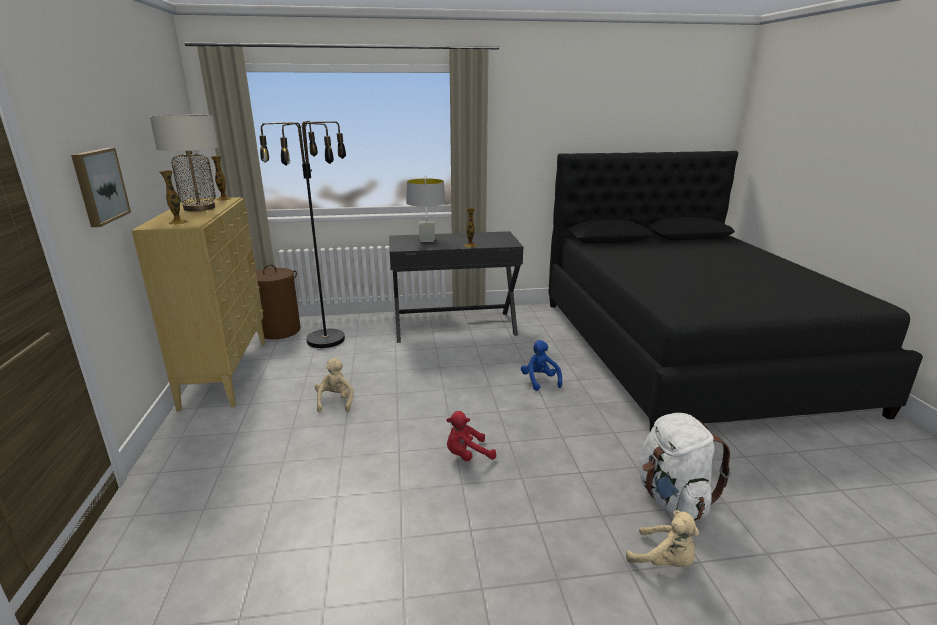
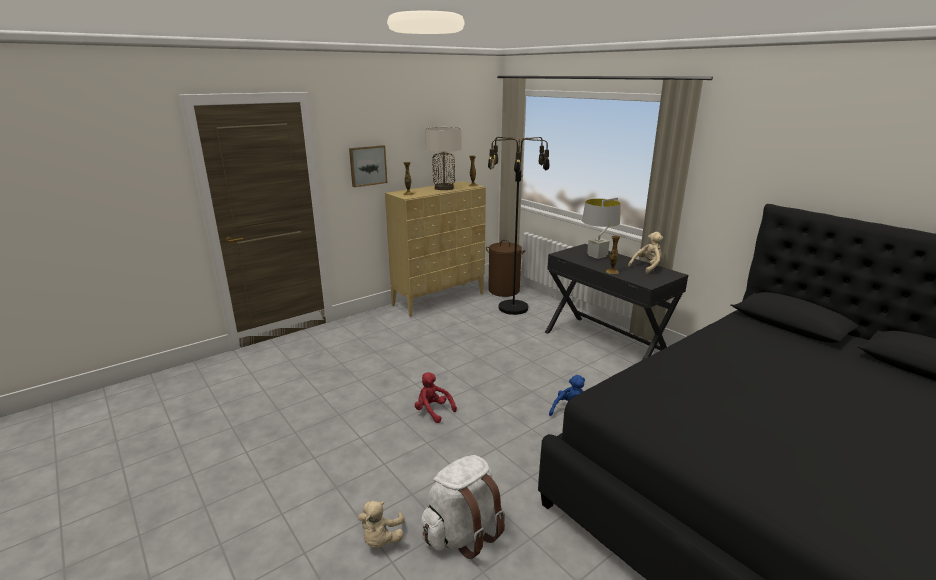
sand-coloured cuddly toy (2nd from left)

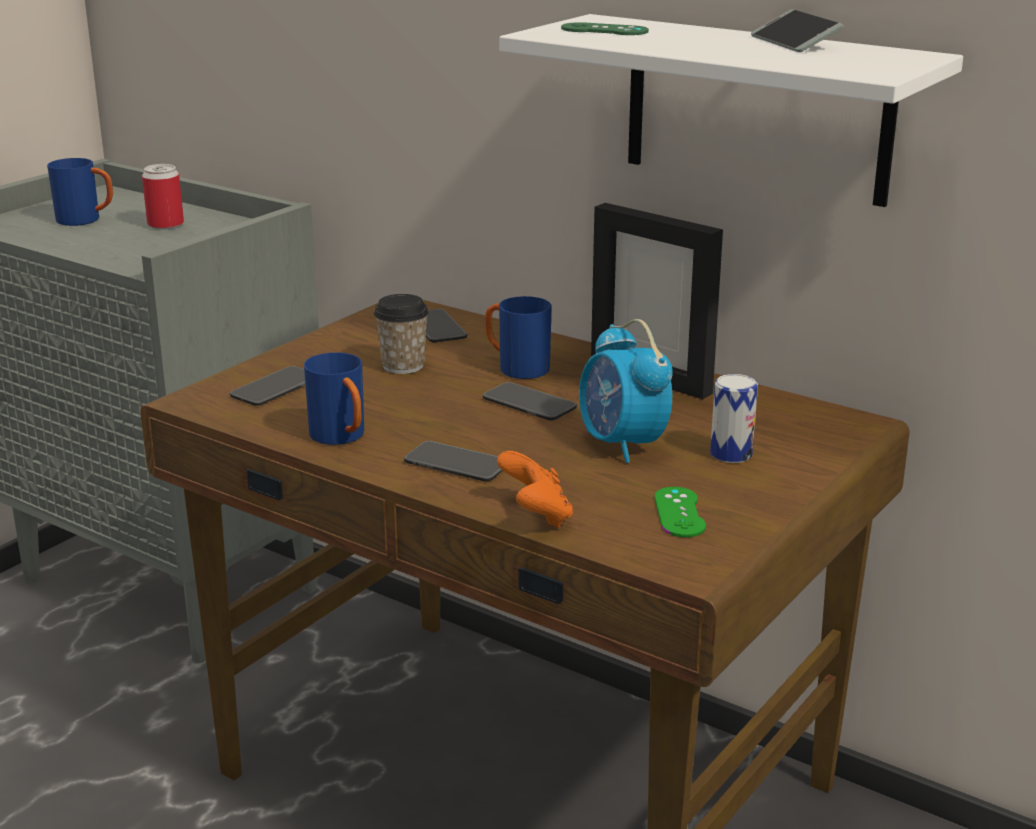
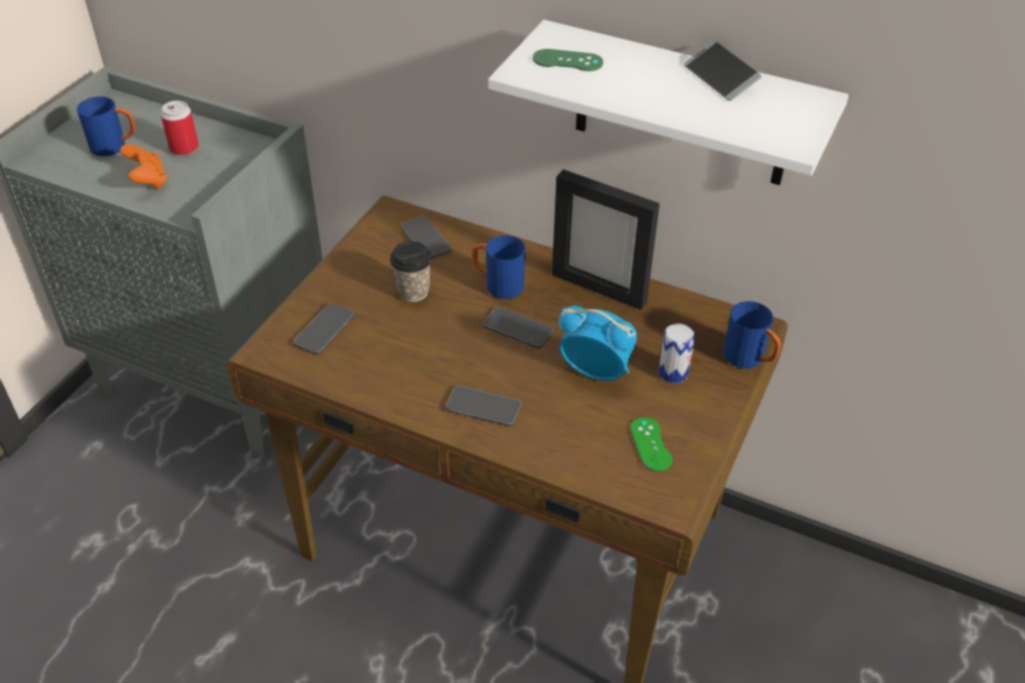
blue-coloured mug (3rd from left)
orangey joypad
table clock

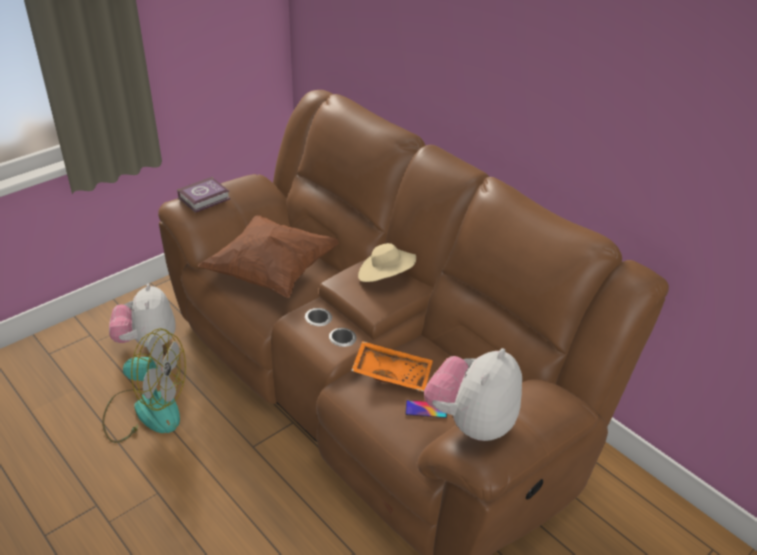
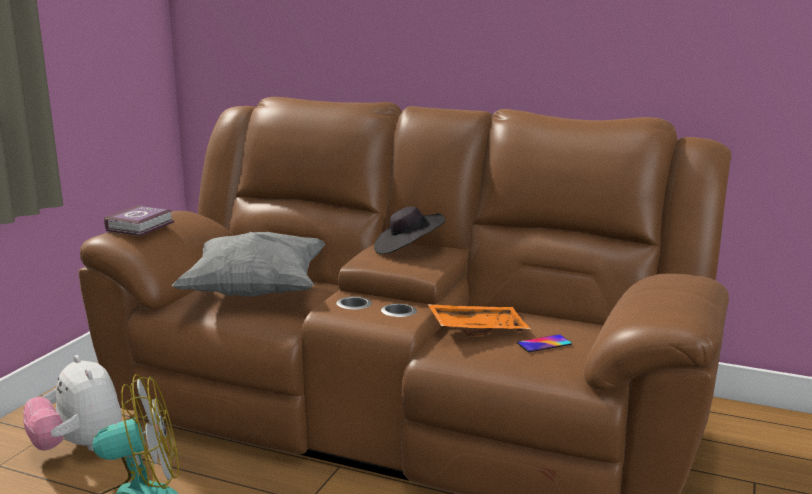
cuddly toy (2nd from left in the first image)
greyish cushion
black-coloured clothing hat

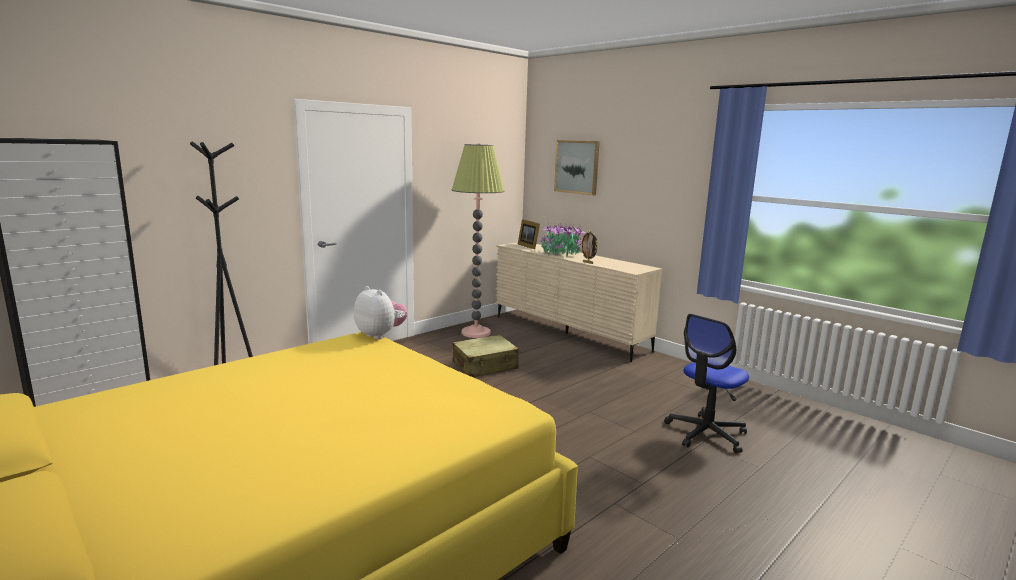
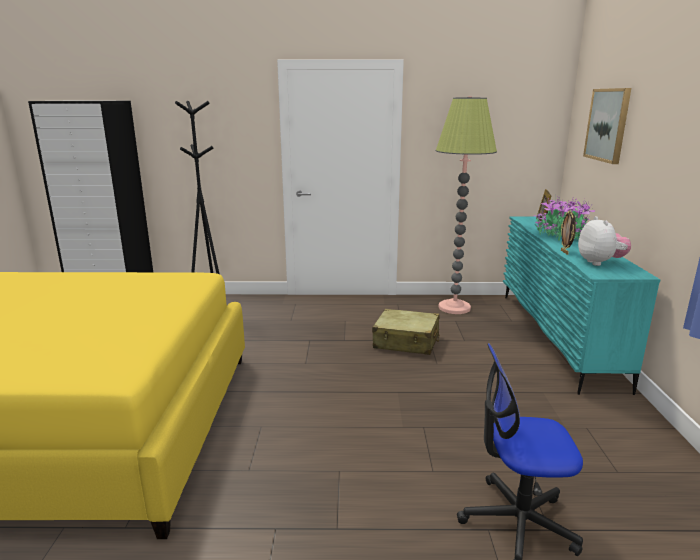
cuddly toy
turquoise drawer chest

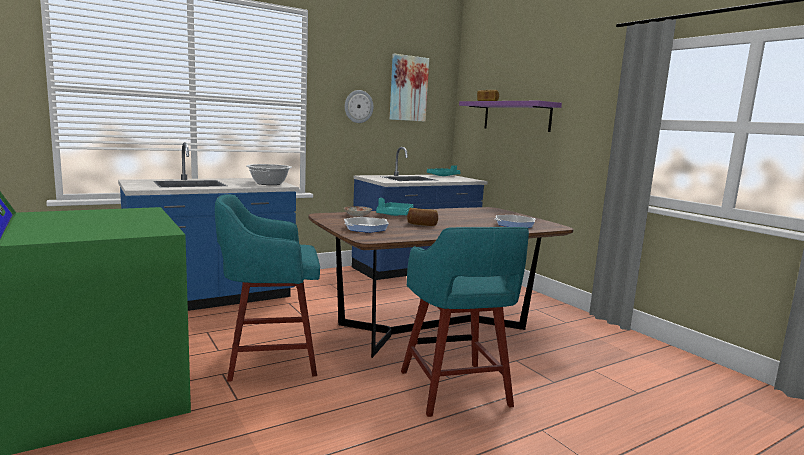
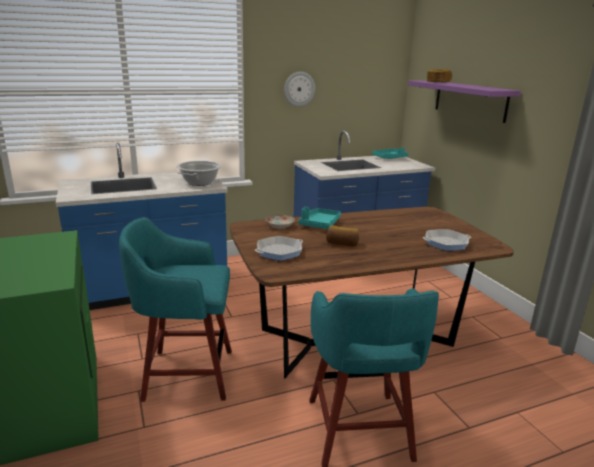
wall art

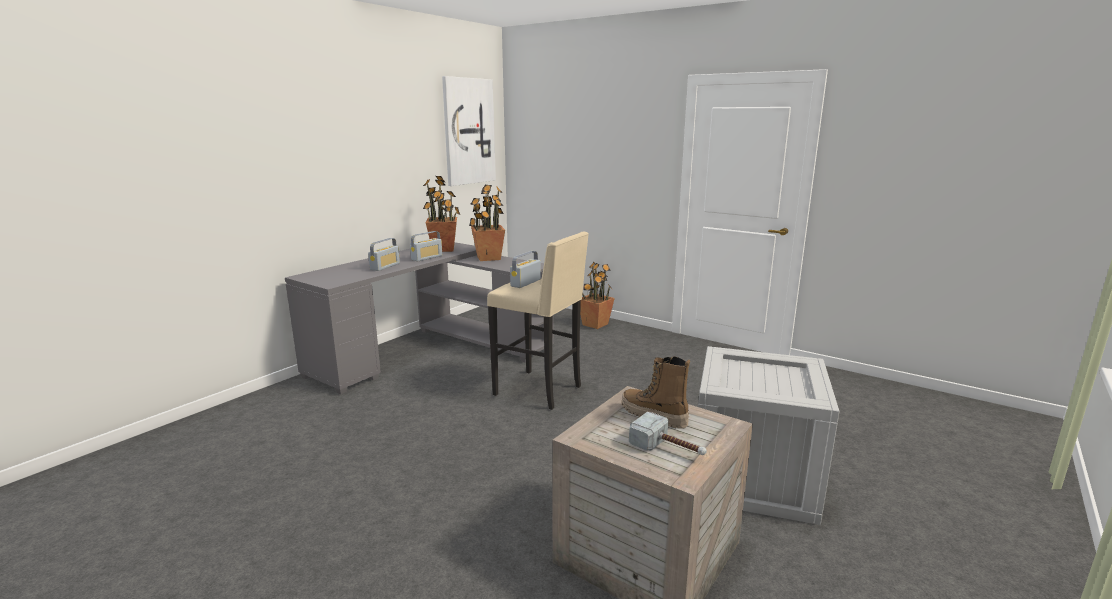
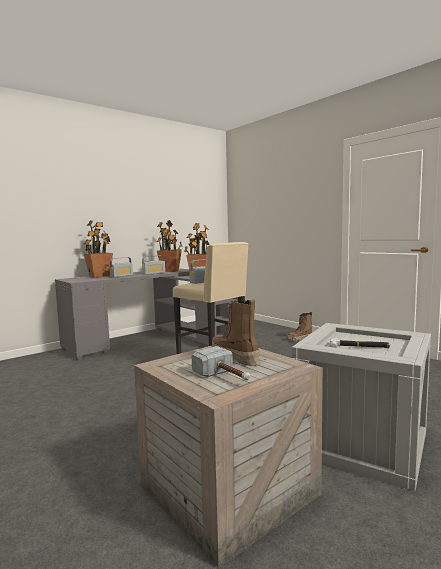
wall art
tall boot (2nd from left)
hand hammer (2nd from left)
houseplant (1st from left)

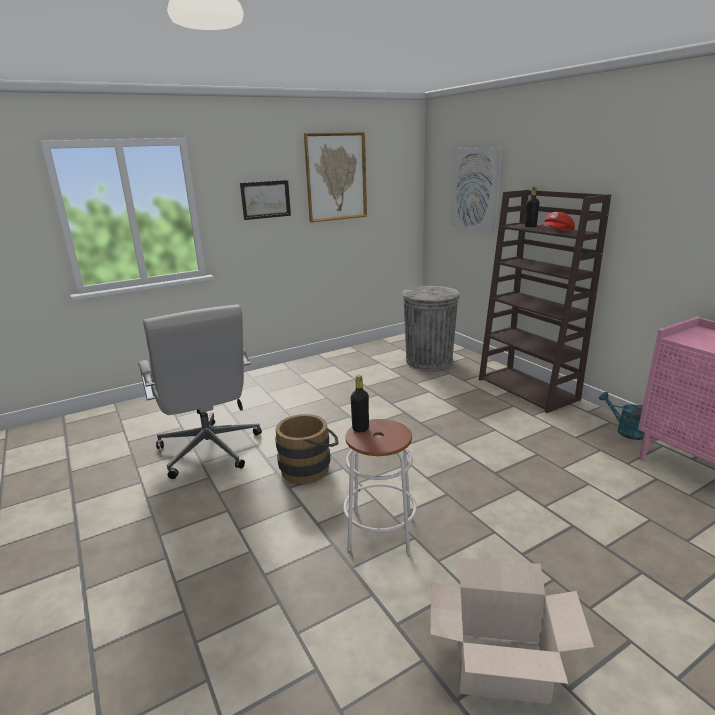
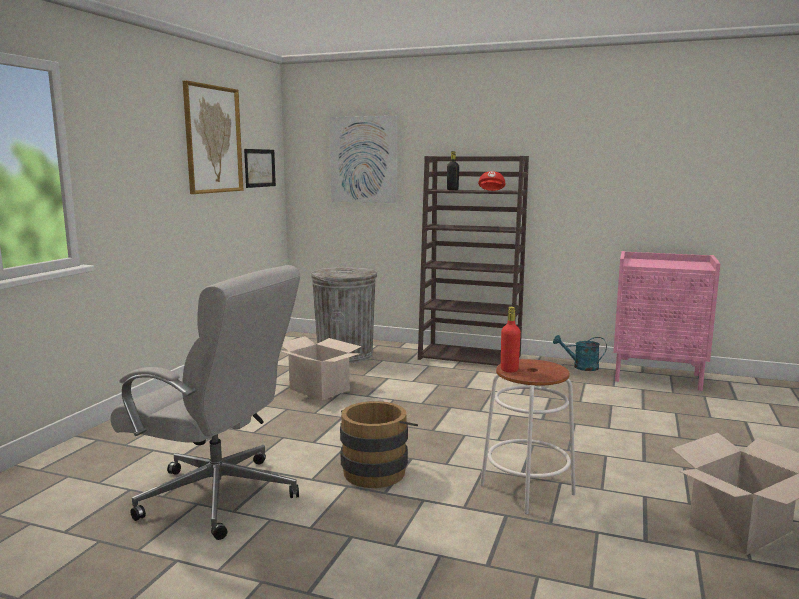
packing box (1st from left)
wall art (2nd from left)
red-coloured beverage bottle

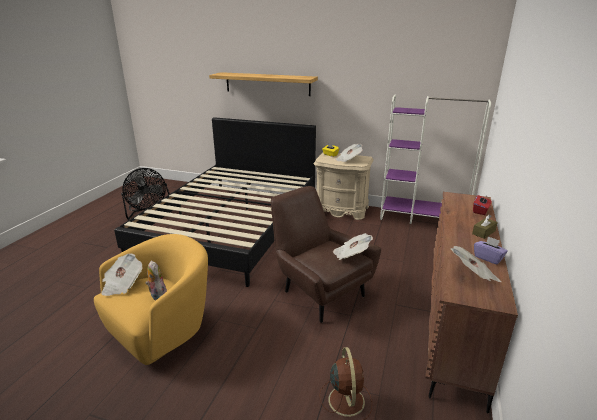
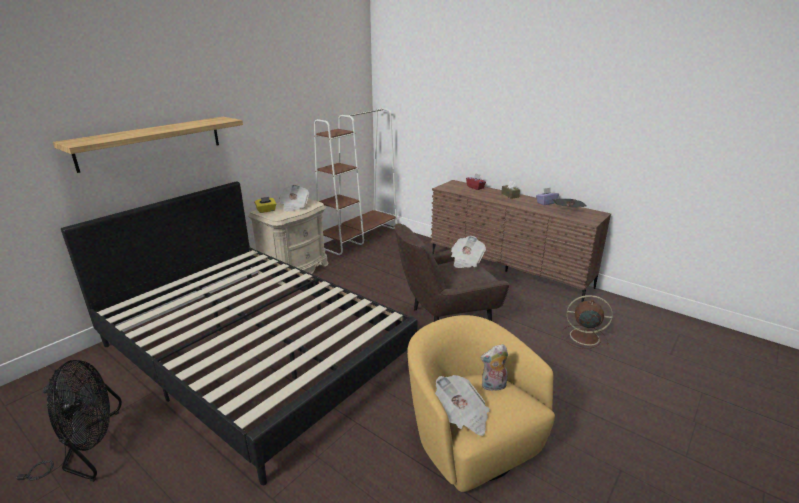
brown-coloured garment stand

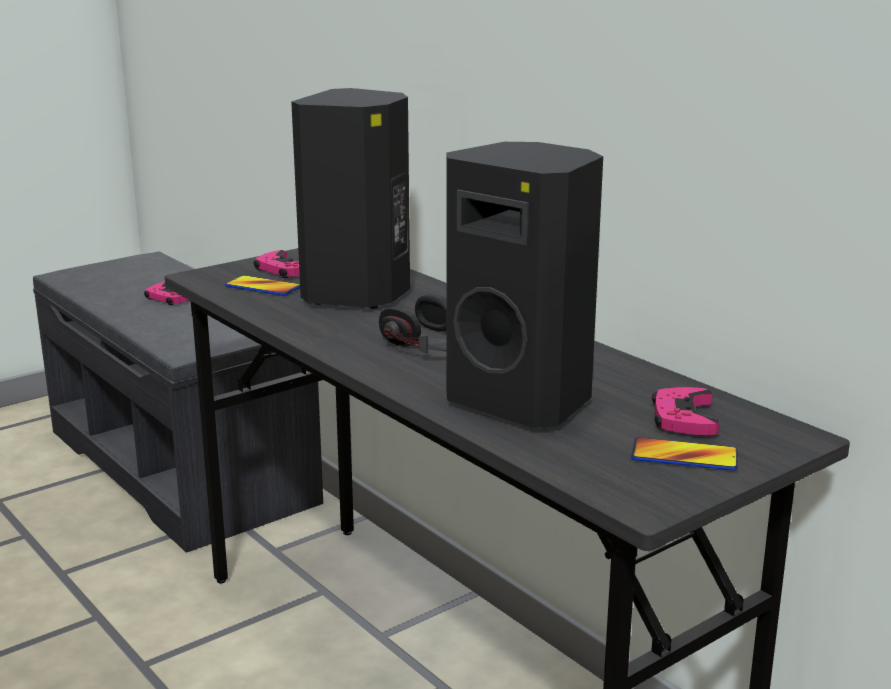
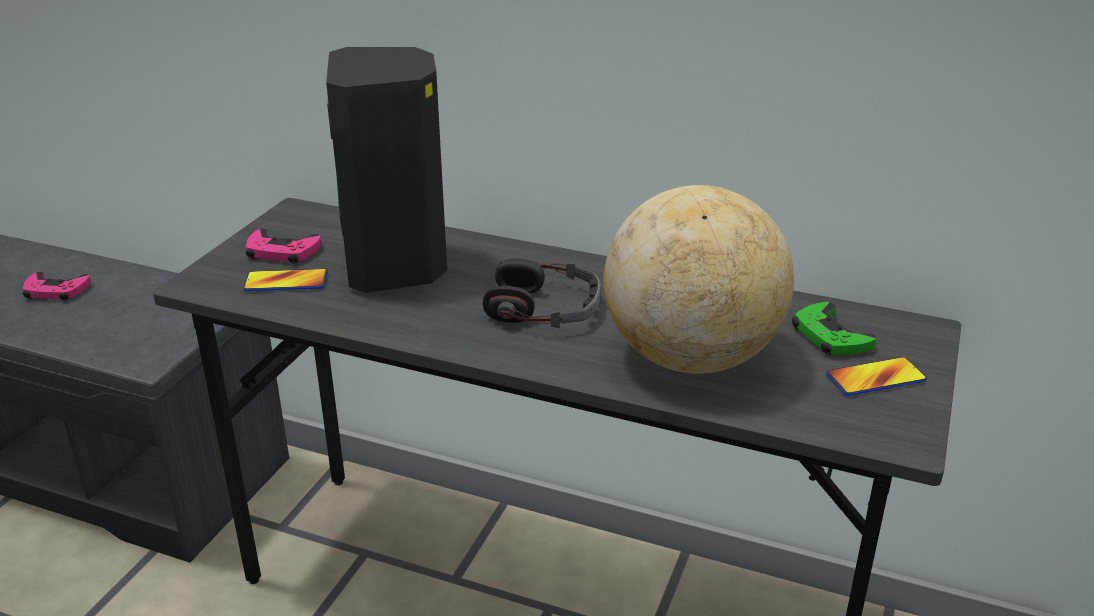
world globe
green-coloured joypad

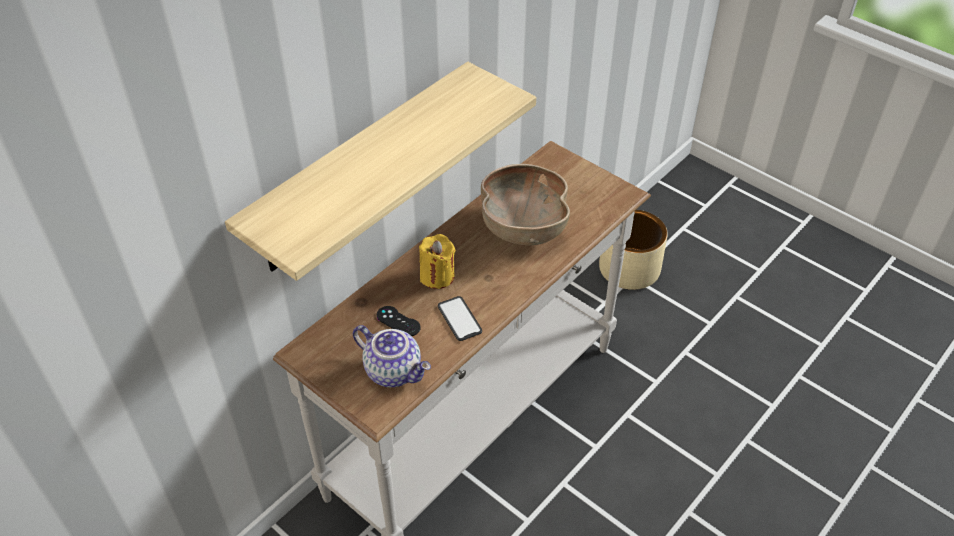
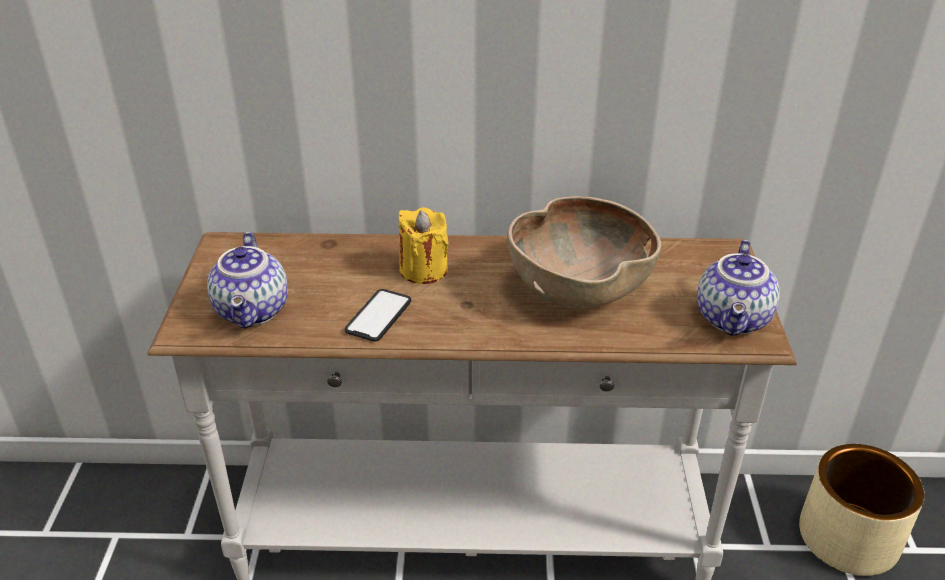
wall shelf
black-coloured joypad
pot for tea (2nd from left)

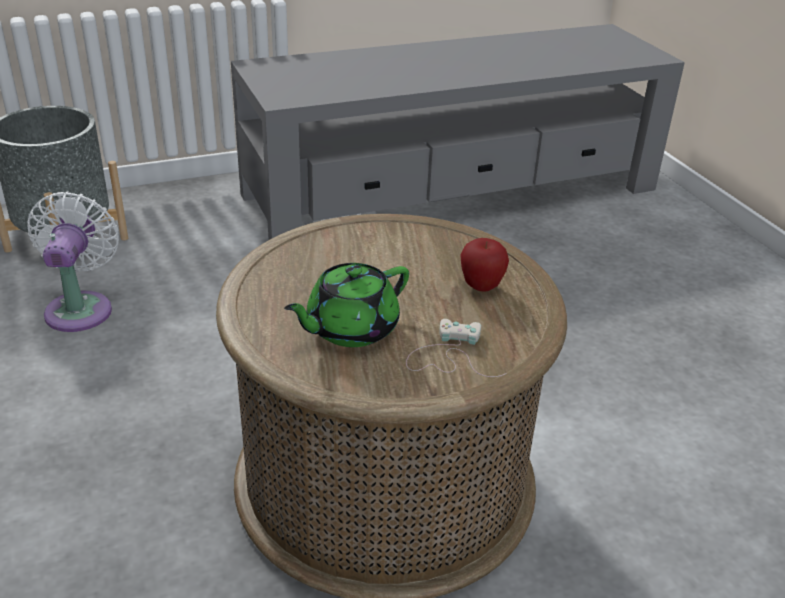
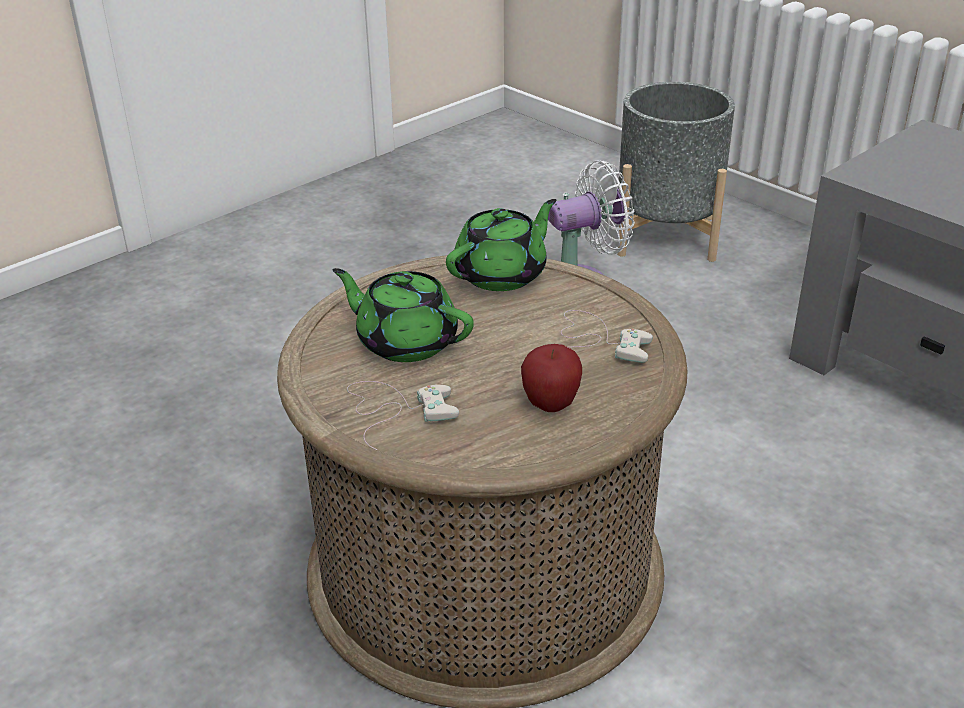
green-coloured pot for tea (2nd from left)
white joypad (2nd from left)

